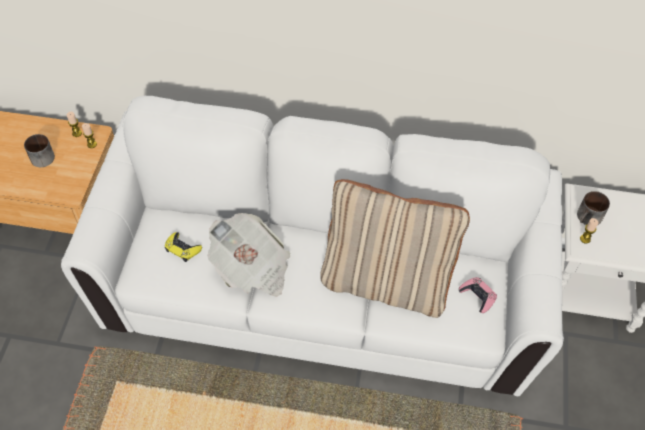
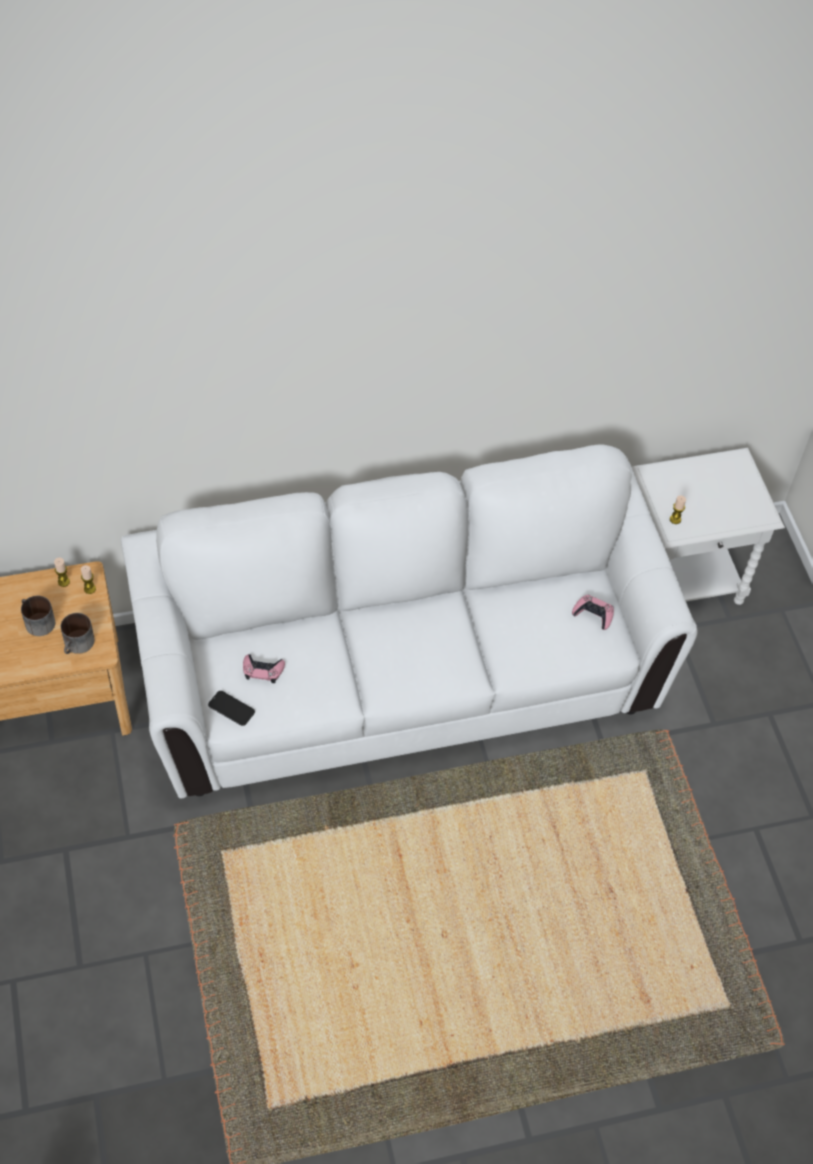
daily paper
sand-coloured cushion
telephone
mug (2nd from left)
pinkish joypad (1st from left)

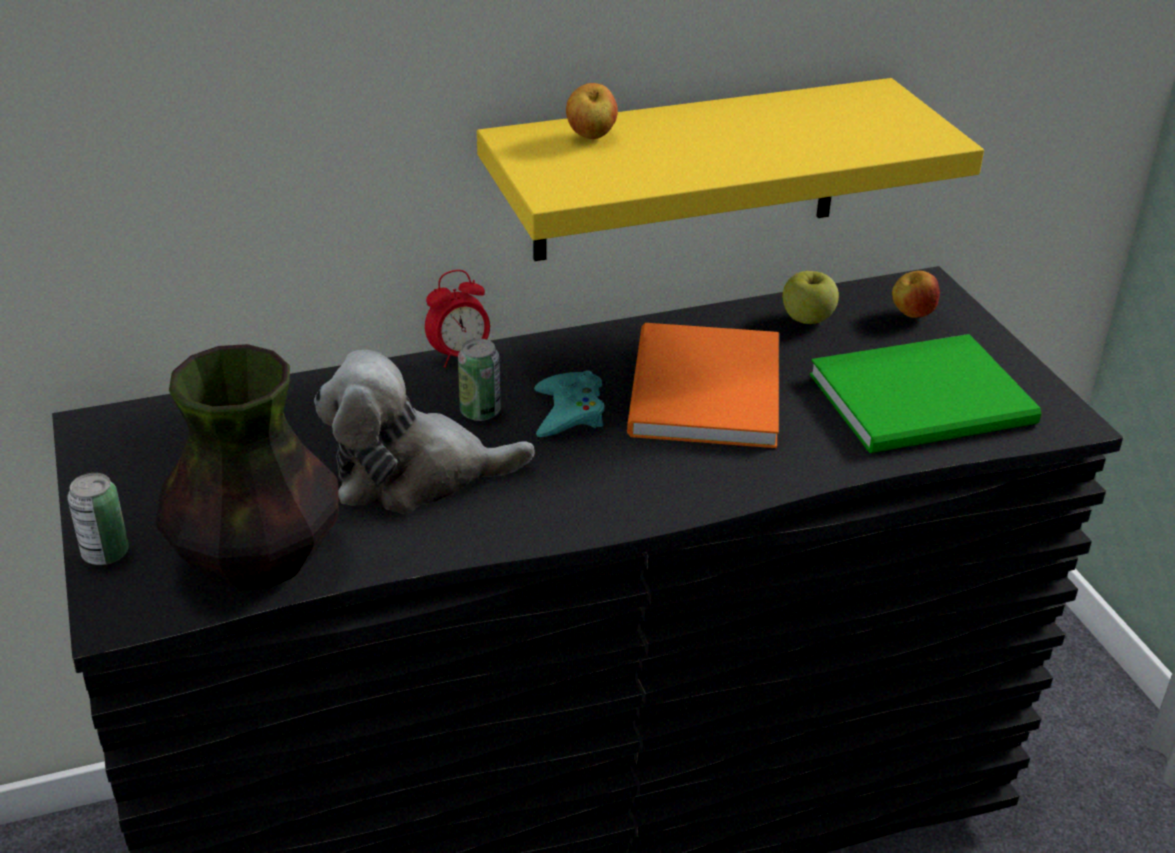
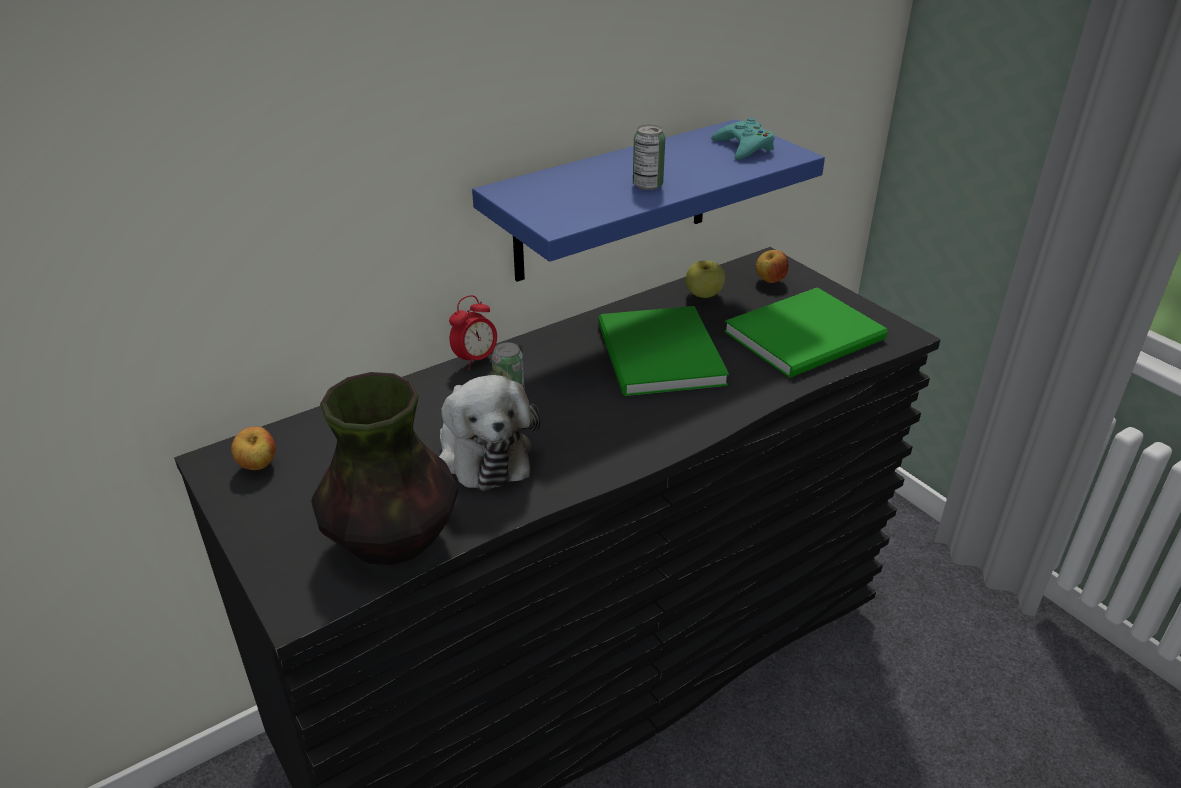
sealed can (2nd from left)
turquoise joypad
apple (1st from left)
blue-coloured wall shelf
green-coloured book (1st from left)
cuddly toy

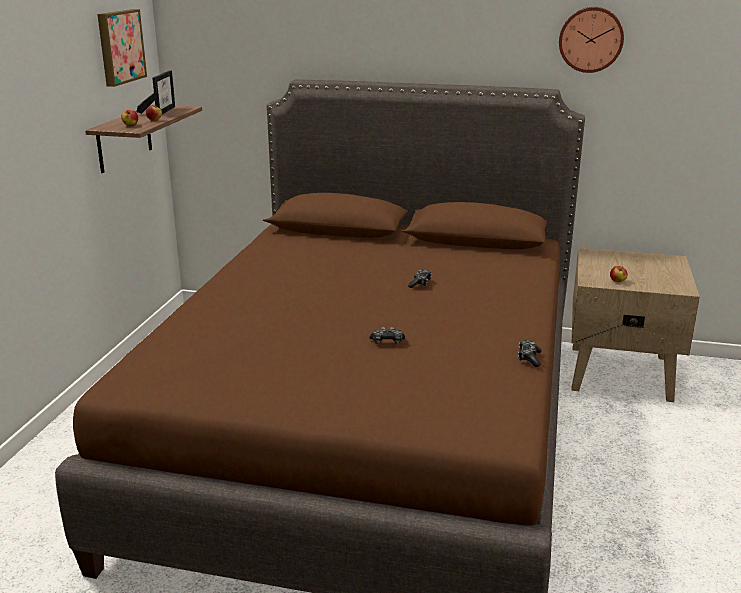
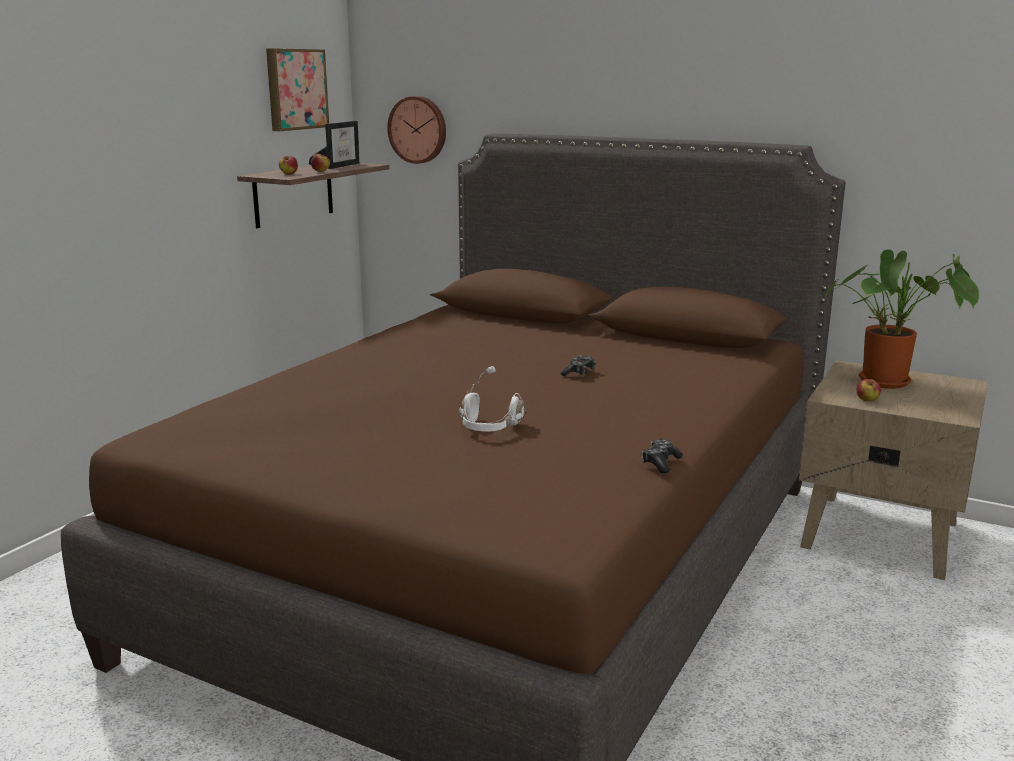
houseplant
clock on the wall
white headphones

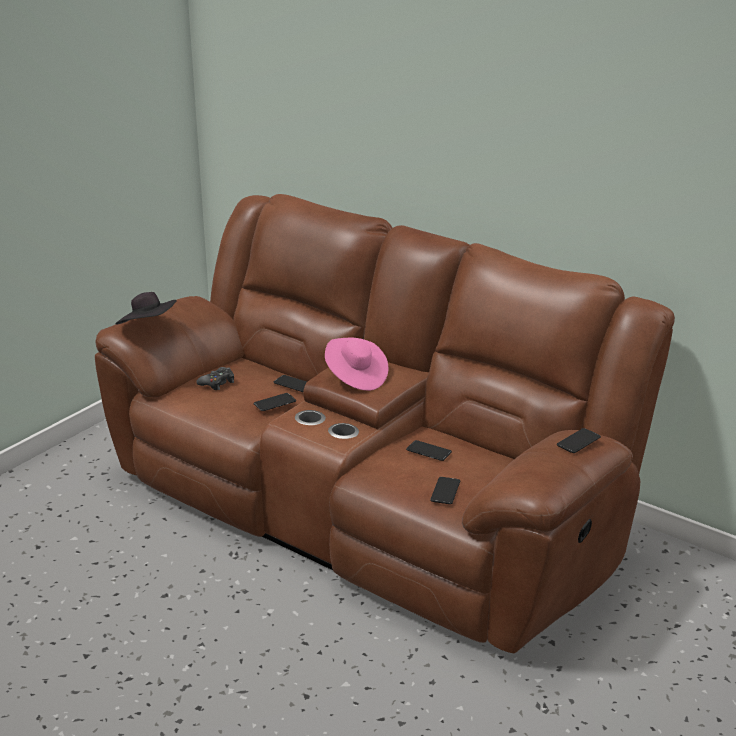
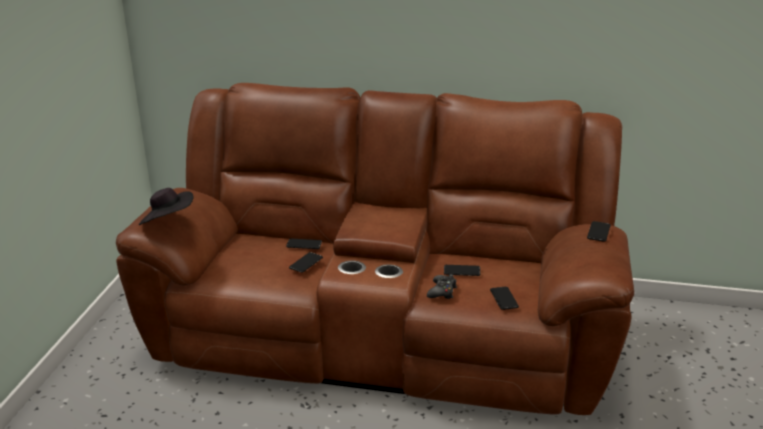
pinkish clothing hat
black-coloured joypad

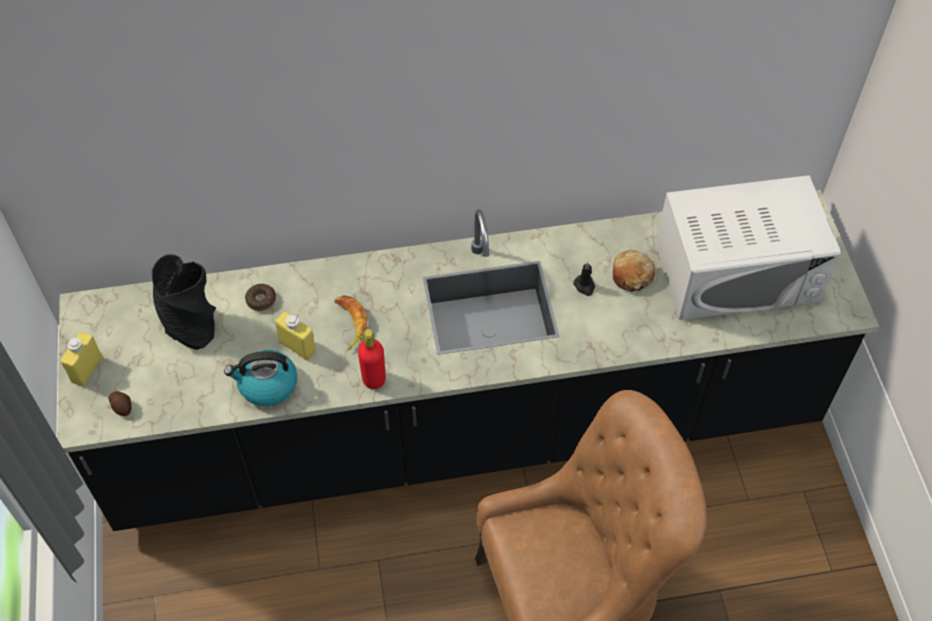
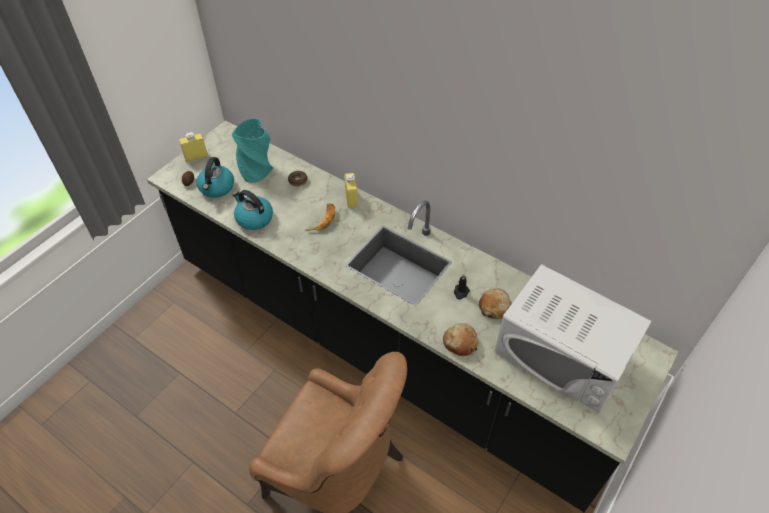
red-coloured beverage bottle
water kettle (1st from left)
bread (1st from left)
yellow-coloured beverage bottle (2nd from left)
turquoise flower vase

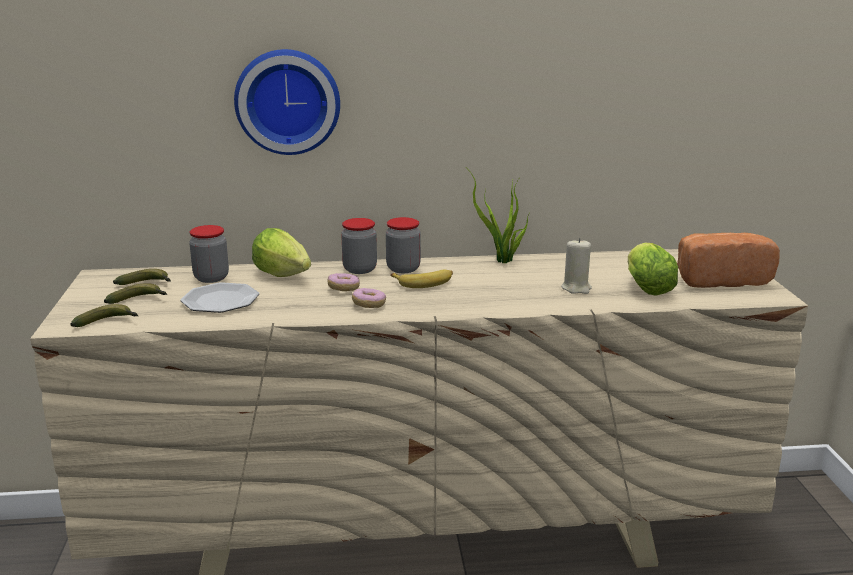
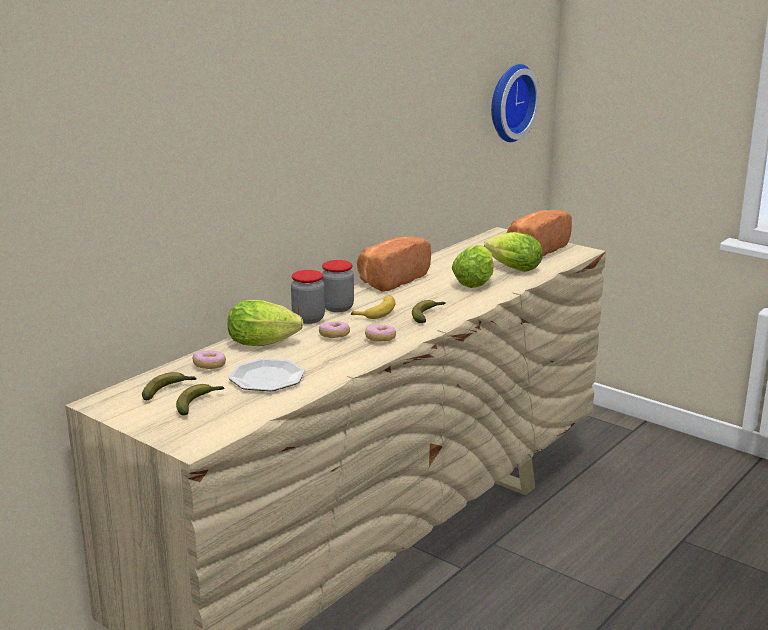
banana fruit (4th from left)
clock on the wall
donut (1st from left)
bread (1st from left)
lettuce head (2nd from left)

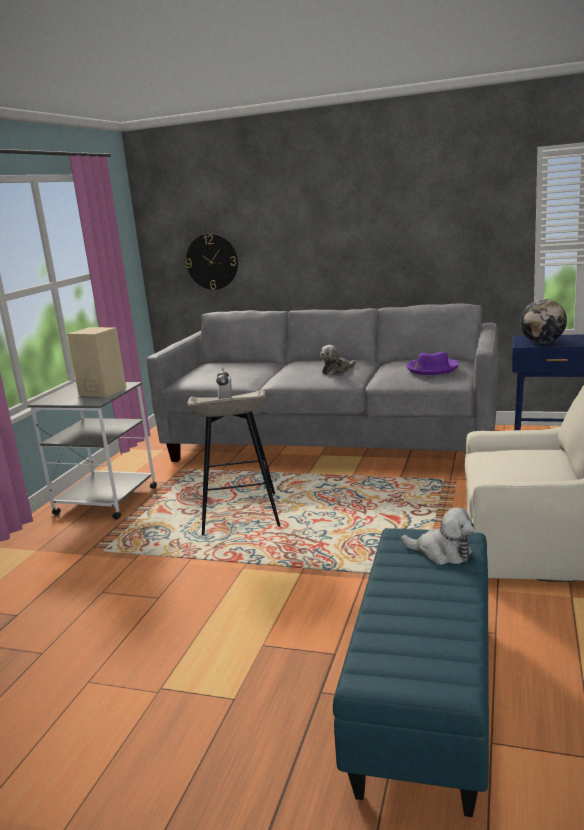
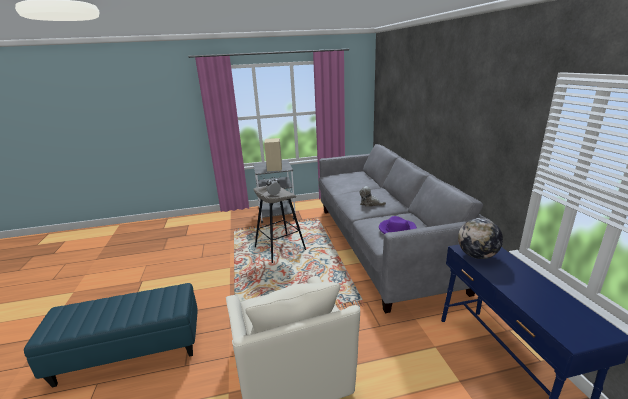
clock on the wall
cuddly toy (2nd from left in the first image)

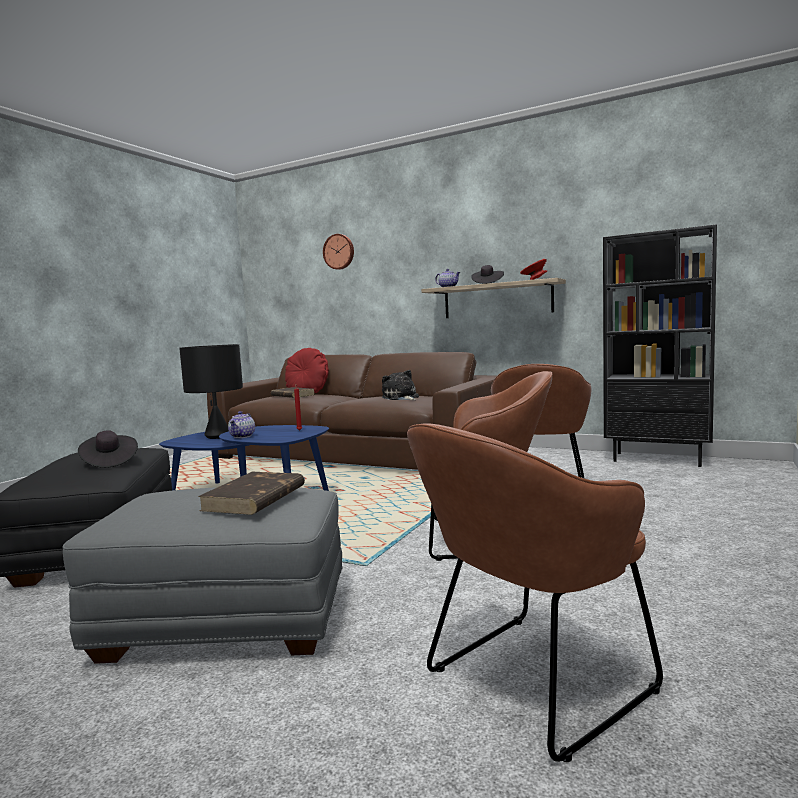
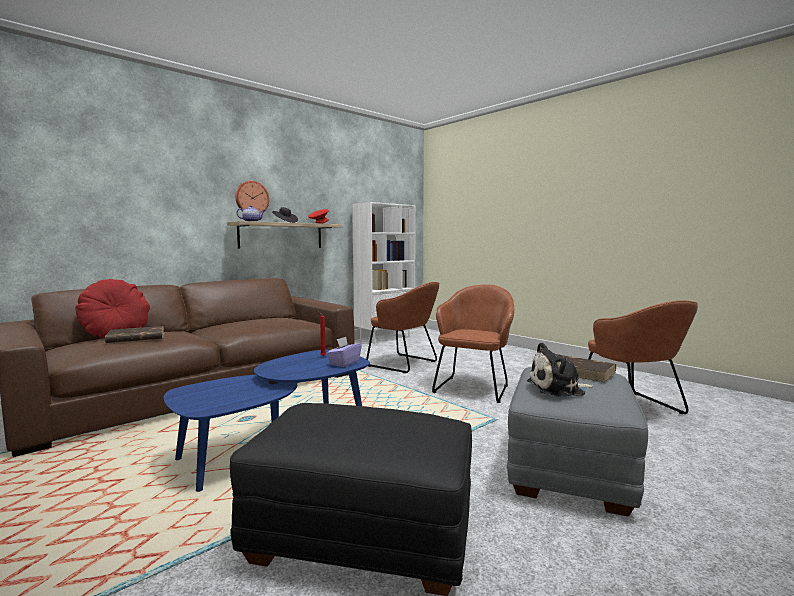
black-coloured clothing hat (1st from left in the first image)
black-coloured tabletop lamp
pot for tea (1st from left in the first image)
purplish tissue box
clock on the wall
cuddly toy
white bookshelf

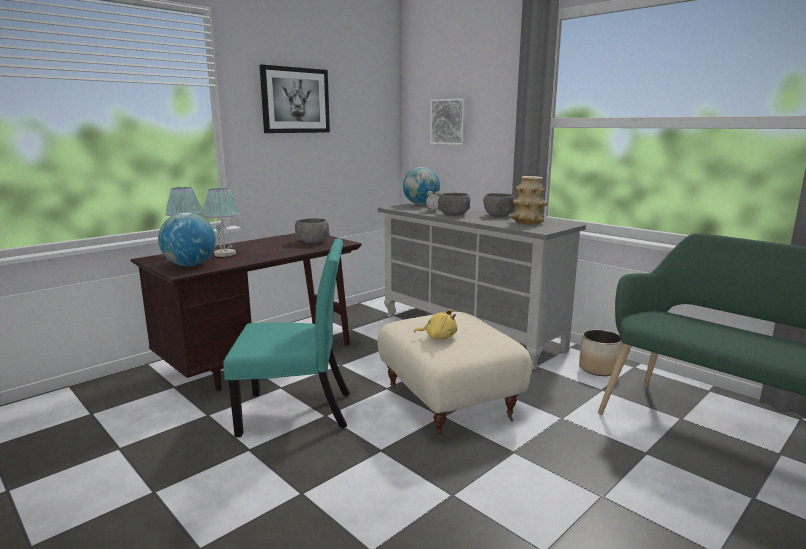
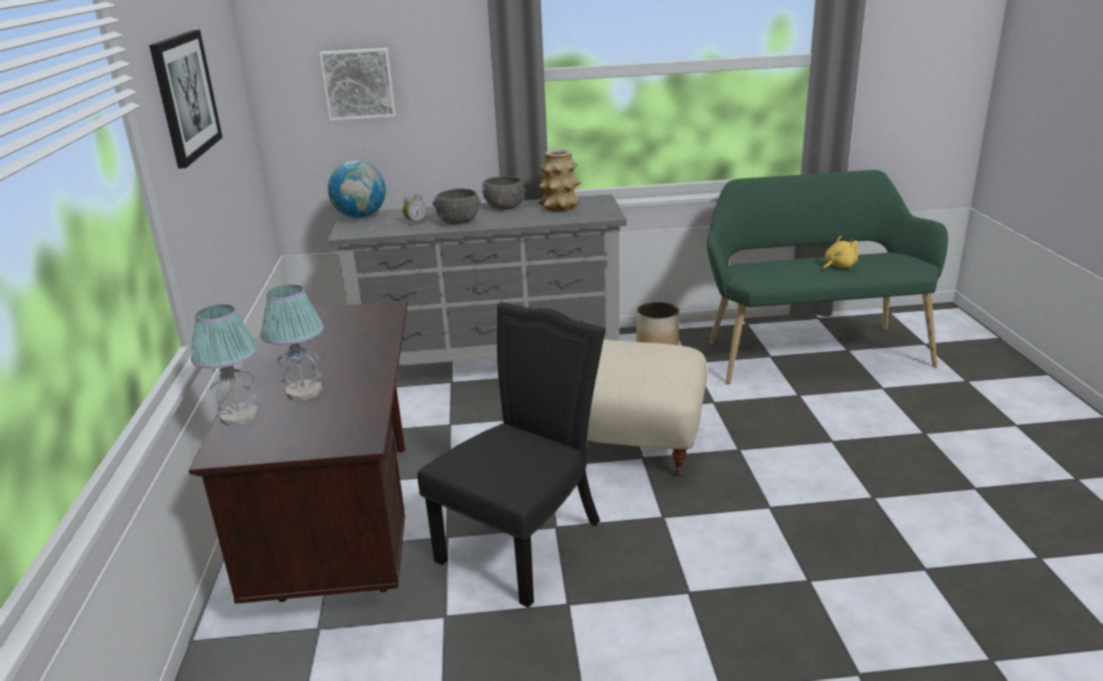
world globe (1st from left in the first image)
greyish bowl (1st from left in the first image)
yellow-coloured cuddly toy
black-coloured chair

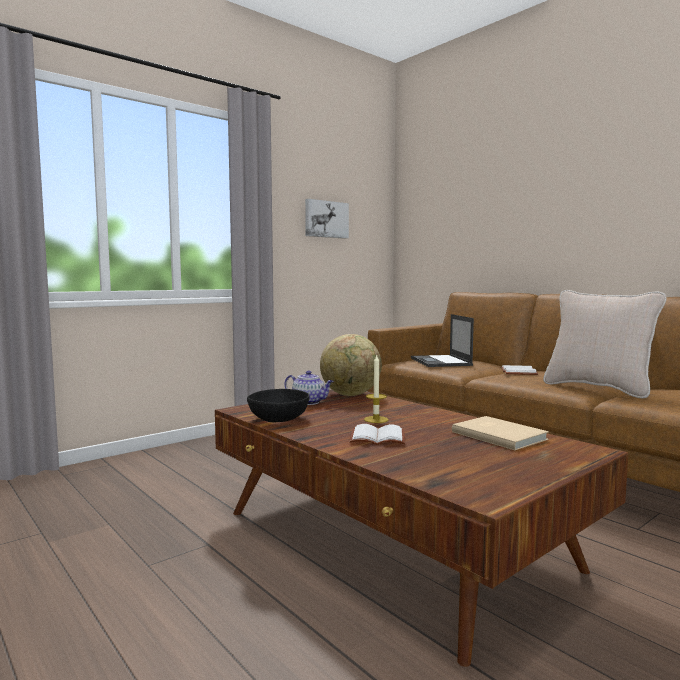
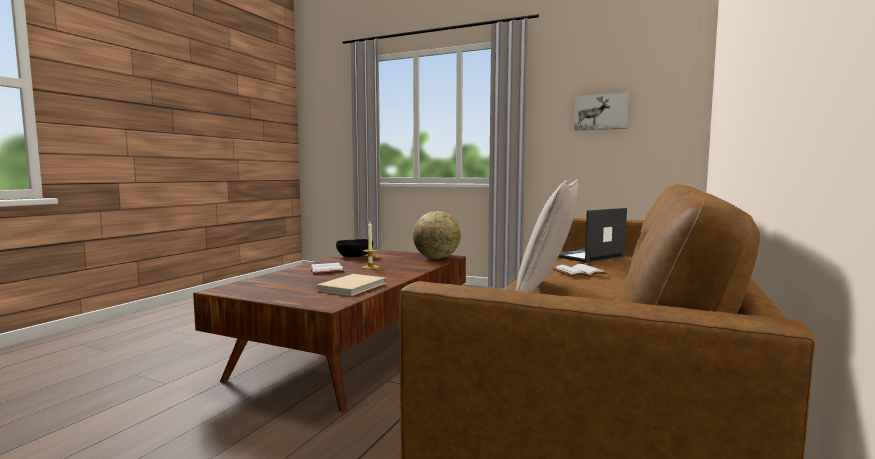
pot for tea

